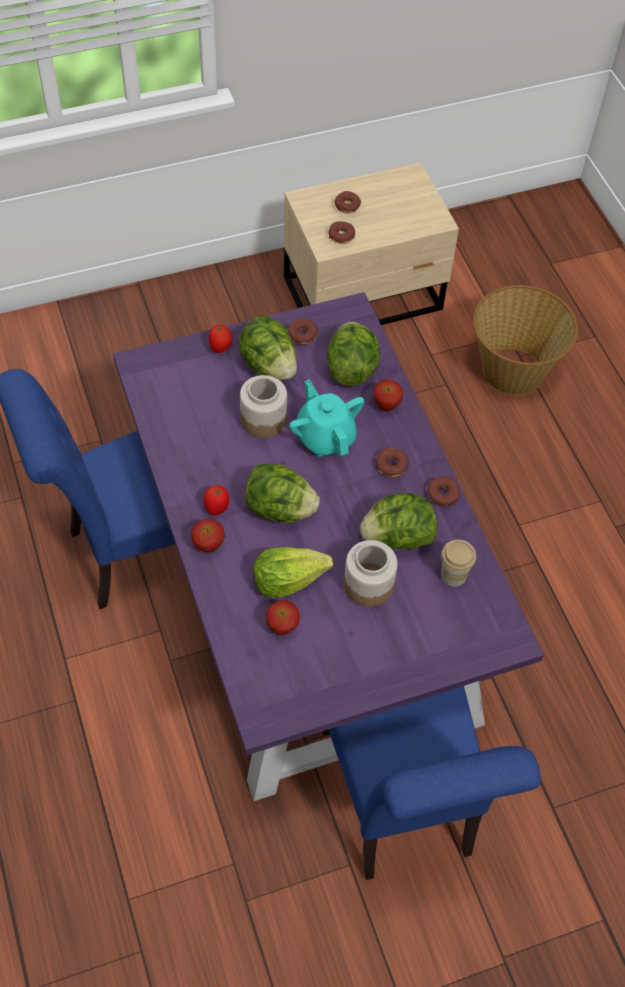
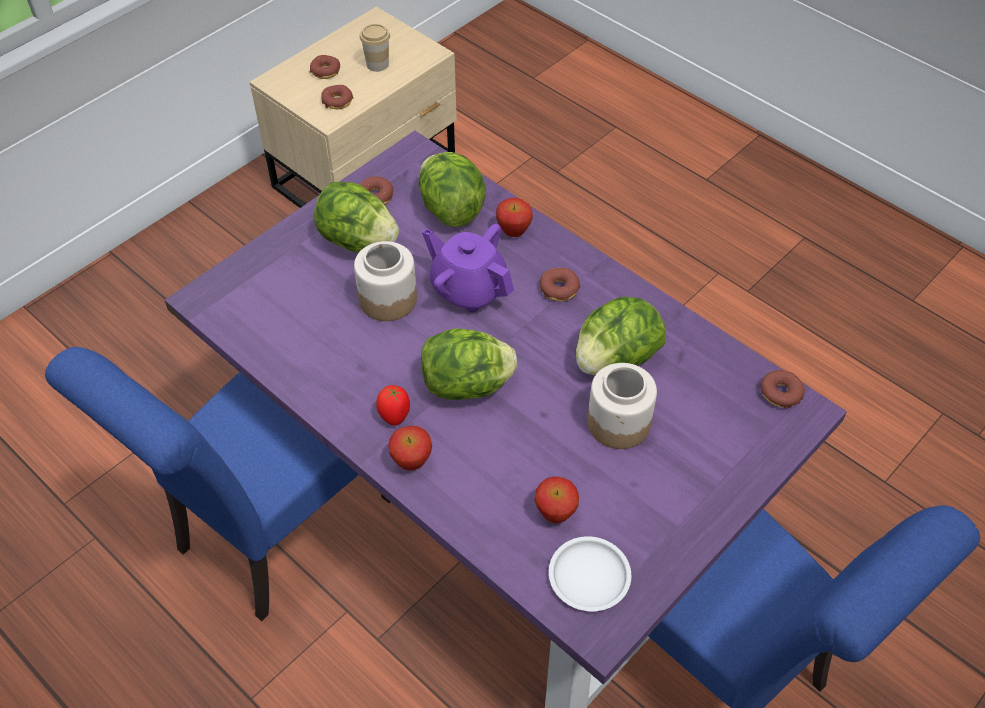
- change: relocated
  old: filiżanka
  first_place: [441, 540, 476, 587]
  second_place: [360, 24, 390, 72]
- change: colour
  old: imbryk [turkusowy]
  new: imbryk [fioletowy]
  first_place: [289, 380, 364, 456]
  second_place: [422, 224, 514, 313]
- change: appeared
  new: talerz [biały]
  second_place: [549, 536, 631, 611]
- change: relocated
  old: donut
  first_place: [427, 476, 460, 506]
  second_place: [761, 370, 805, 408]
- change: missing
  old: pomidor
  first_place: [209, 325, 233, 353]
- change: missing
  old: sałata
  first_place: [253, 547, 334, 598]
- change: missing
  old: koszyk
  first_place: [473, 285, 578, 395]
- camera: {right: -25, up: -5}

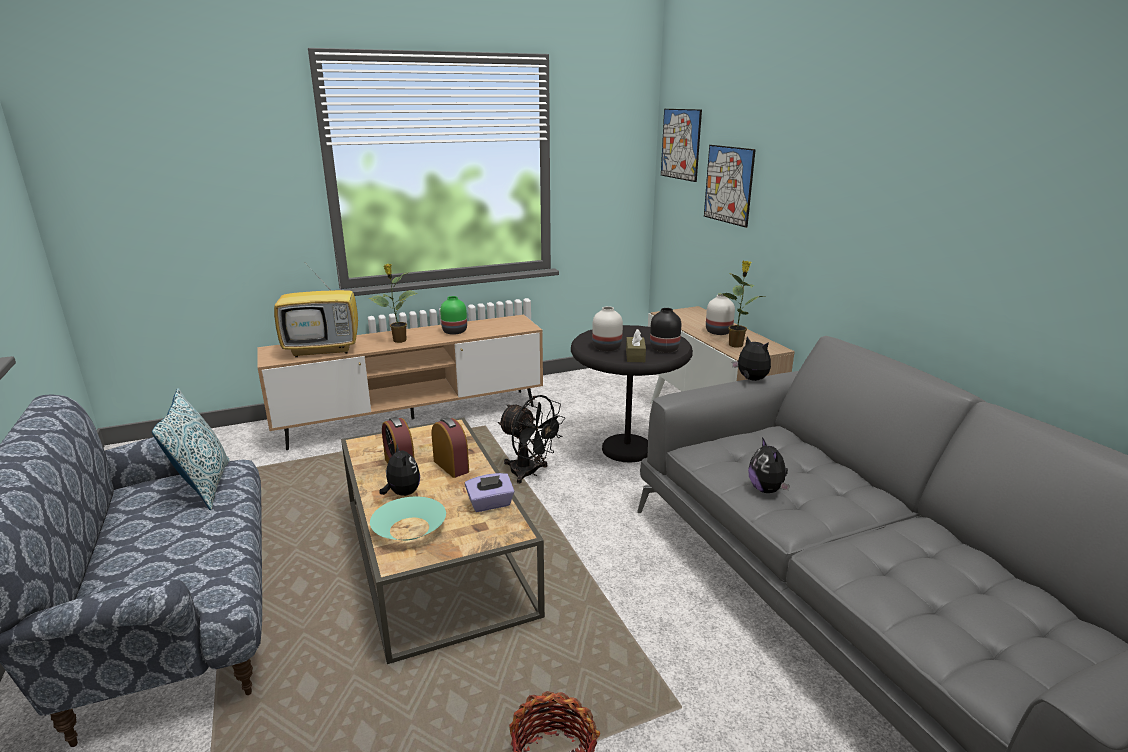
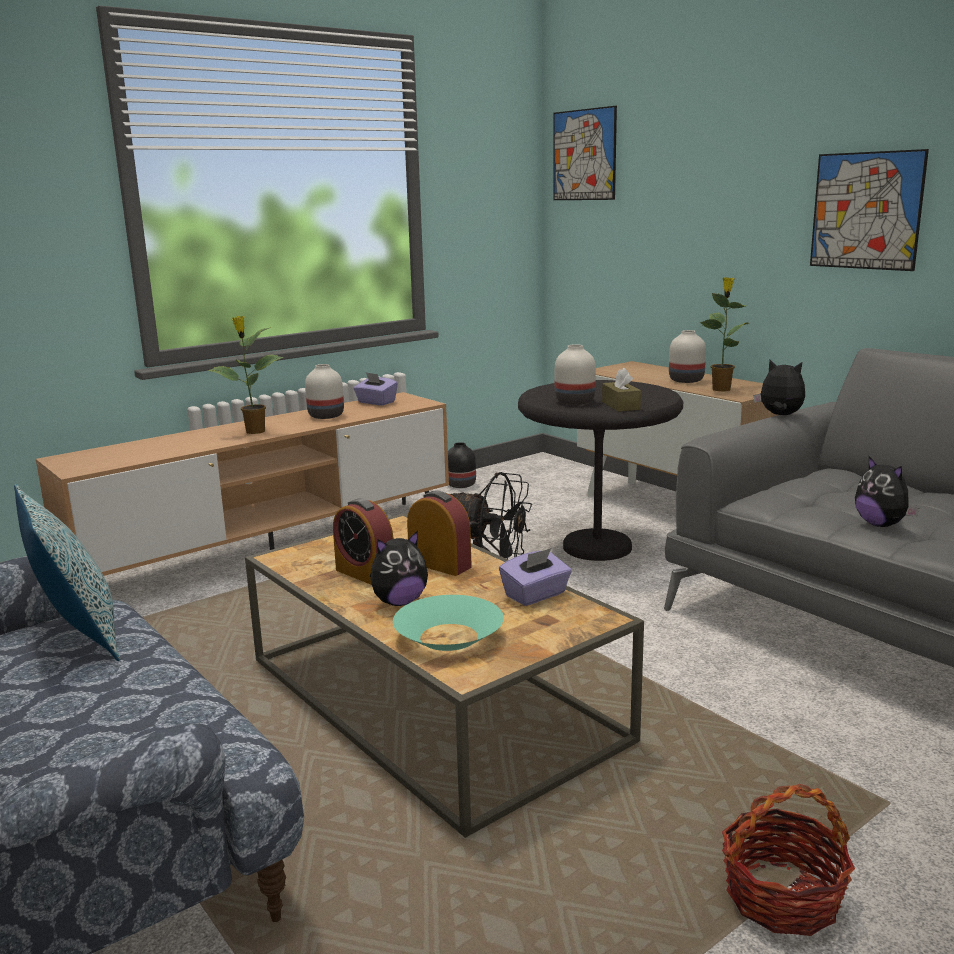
- change: colour
  old: wazon [zielony]
  new: wazon [biały]
  first_place: [440, 296, 467, 335]
  second_place: [305, 364, 344, 419]
- change: appeared
  new: pudełko chusteczek [fioletowy]
  second_place: [353, 372, 398, 406]
- change: spun
  old: pluszak
  first_place: [379, 443, 420, 496]
  second_place: [370, 531, 428, 606]
  degrees: 105
- change: relocated
  old: wazon [czarny]
  first_place: [650, 308, 681, 353]
  second_place: [448, 442, 476, 488]
- change: relocated
  old: obraz
  first_place: [704, 145, 756, 228]
  second_place: [810, 149, 929, 271]
- change: missing
  old: telewizor
  first_place: [274, 251, 358, 357]
- camera: {right: -15, up: -5}

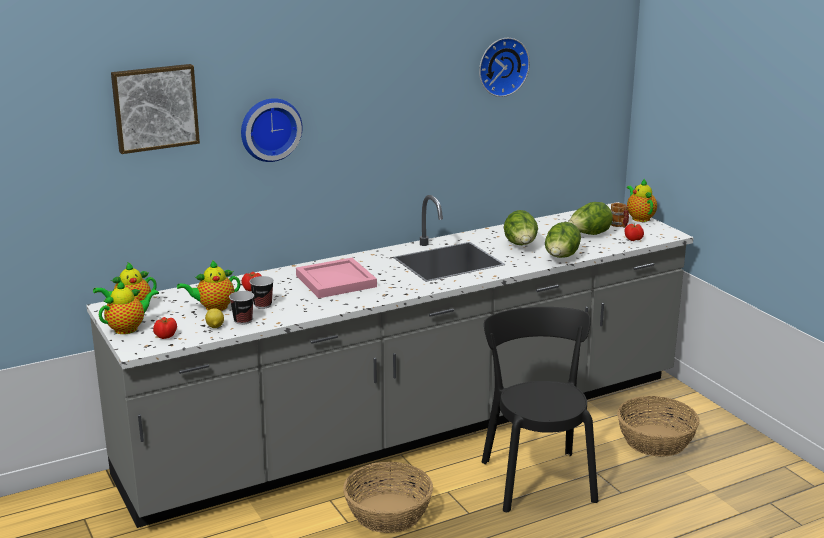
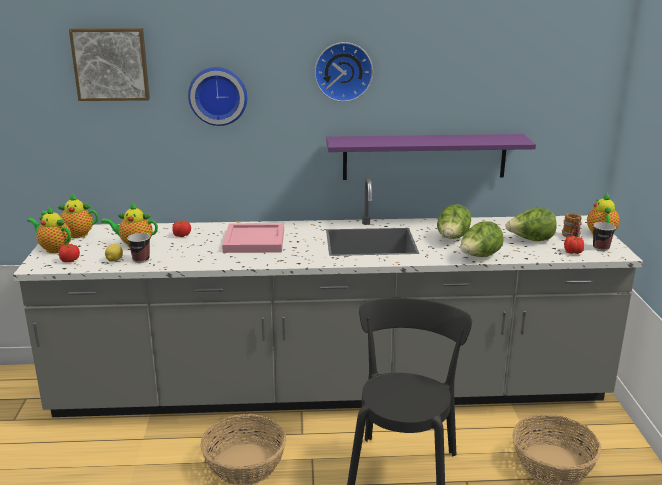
- change: spun
  old: imbryk
  first_place: [99, 280, 159, 334]
  second_place: [27, 207, 71, 253]
  degrees: -135
- change: relocated
  old: zegar ścienny
  first_place: [479, 38, 530, 97]
  second_place: [314, 42, 373, 102]
- change: appeared
  new: półka [fioletowy]
  second_place: [326, 134, 536, 180]
- change: relocated
  old: filiżanka
  first_place: [249, 276, 274, 309]
  second_place: [593, 222, 616, 251]
- camera: {right: 25, up: 0}

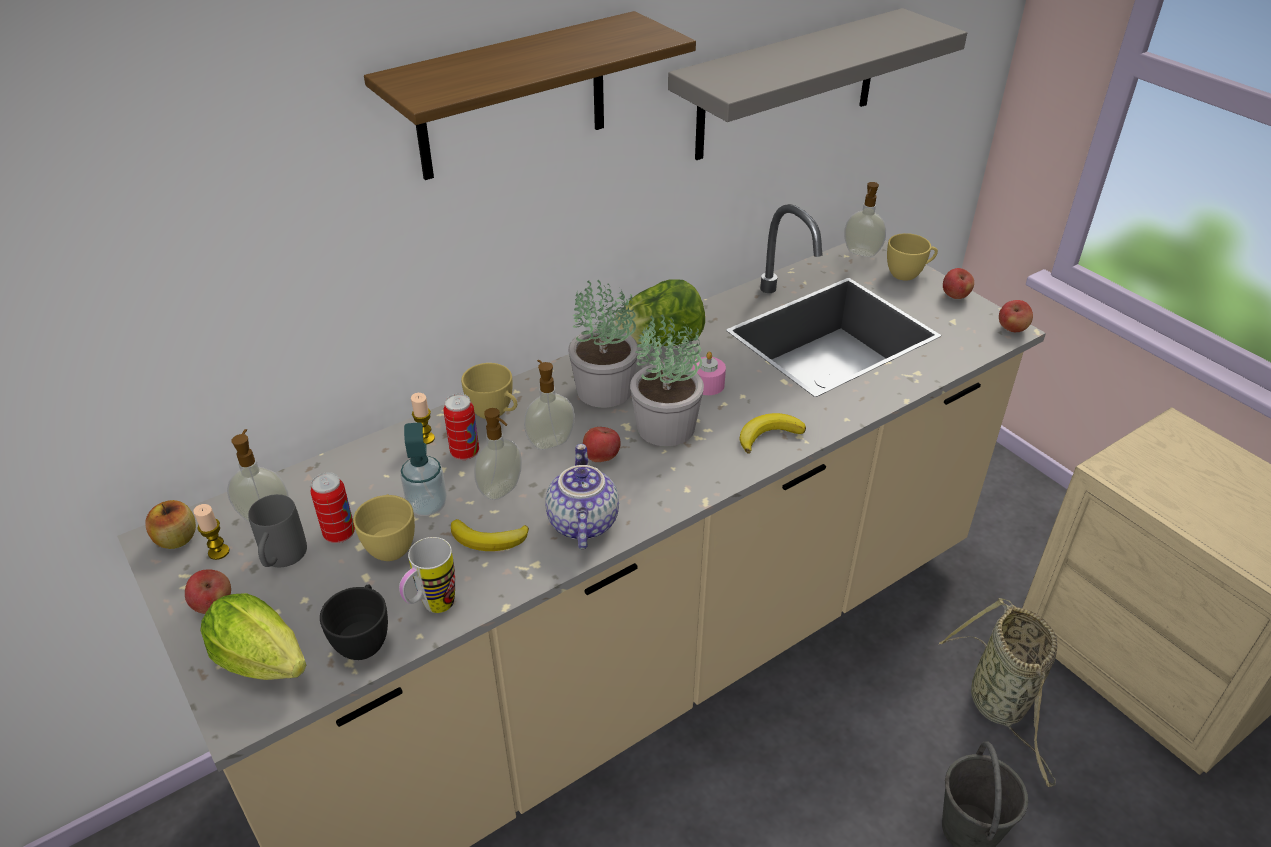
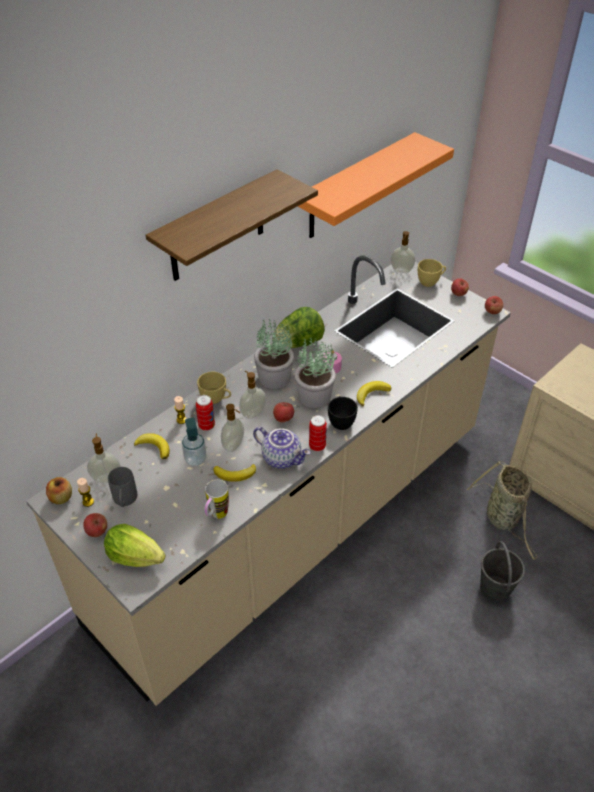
- change: appeared
  new: banan
  second_place: [134, 433, 170, 459]
- change: spun
  old: imbryk
  first_place: [545, 444, 619, 549]
  second_place: [253, 427, 310, 469]
  degrees: 135
- change: colour
  old: półka [szary]
  new: półka [pomarańczowy]
  first_place: [668, 8, 967, 160]
  second_place: [297, 132, 454, 238]
- change: relocated
  old: puszka
  first_place: [311, 472, 355, 543]
  second_place: [309, 415, 327, 451]
- change: relocated
  old: filiżanka [czarny]
  first_place: [320, 584, 388, 660]
  second_place: [328, 396, 358, 430]
- change: missing
  old: filiżanka [żółty]
  first_place: [353, 494, 415, 561]
- camera: {right: -10, up: 5}

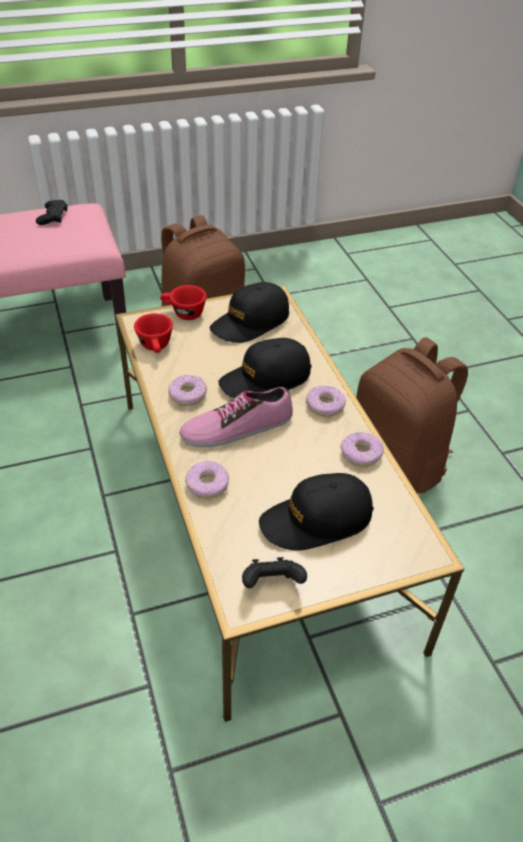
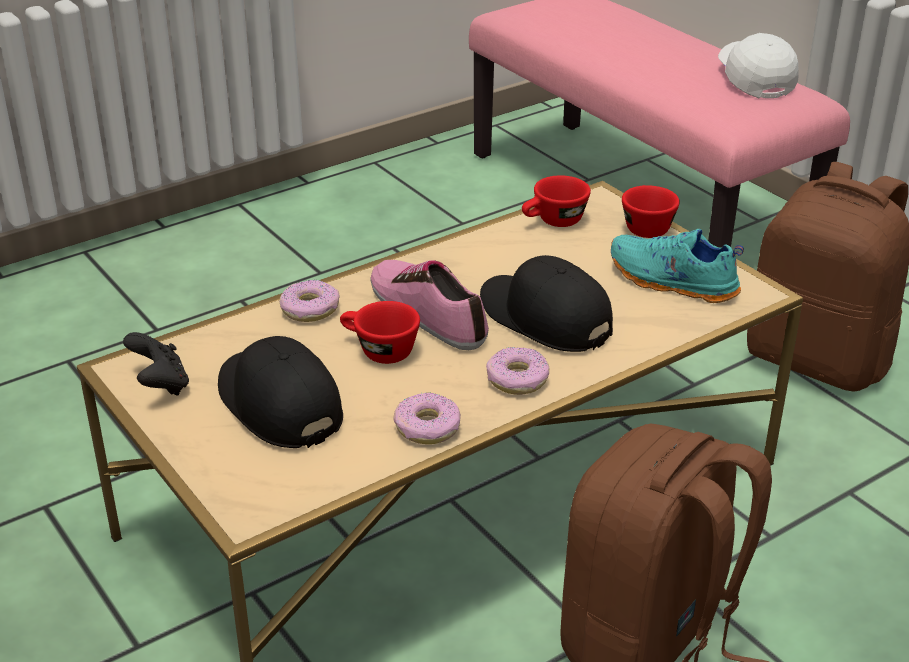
- change: appeared
  new: filiżanka [czerwony]
  second_place: [340, 301, 420, 364]
- change: exchanged
  old: czapka z daszkiem [czarny]
  new: but [turkusowy]
  first_place: [210, 282, 289, 343]
  second_place: [611, 229, 744, 303]
- change: exchanged
  old: pad do gier [czarny]
  new: czapka z daszkiem [biały]
  first_place: [36, 200, 68, 225]
  second_place: [718, 33, 799, 99]
- change: missing
  old: donut
  first_place: [168, 375, 207, 406]
- camera: {right: 75, up: -10}

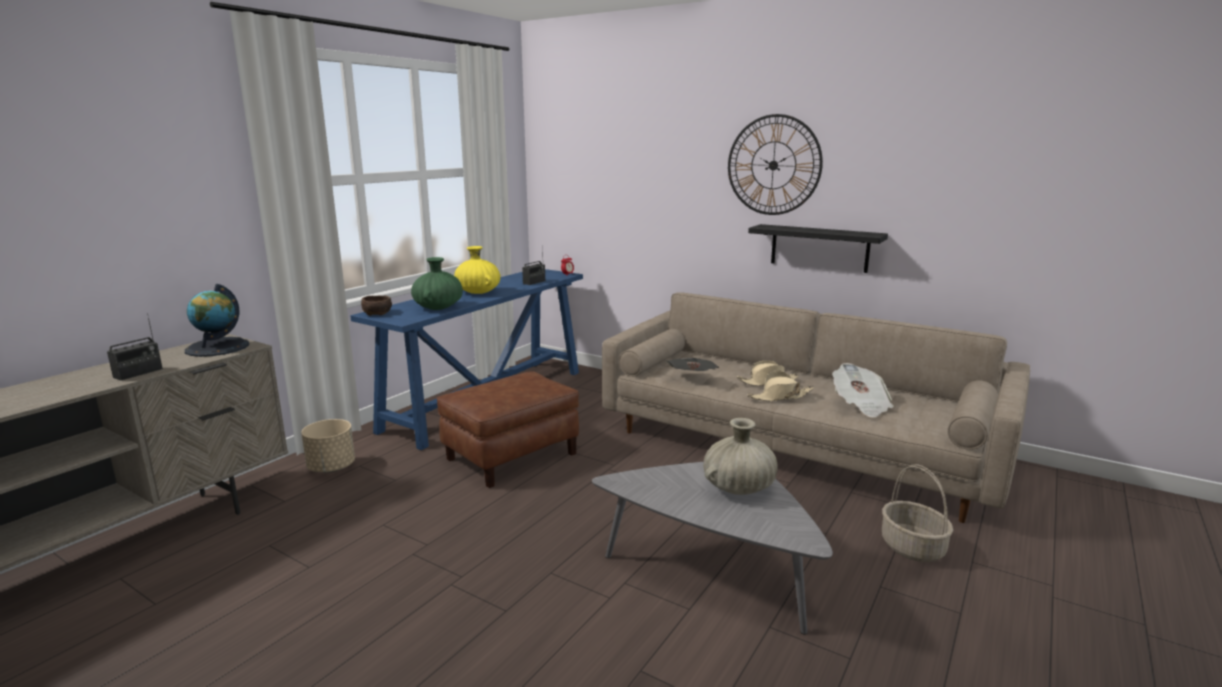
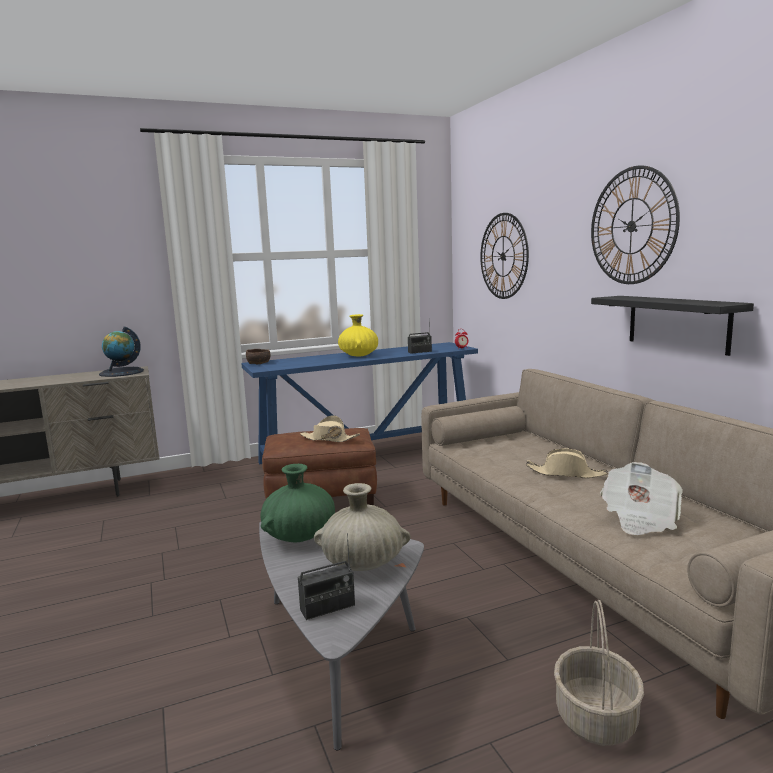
- change: relocated
  old: wazon [zielony]
  first_place: [411, 257, 463, 310]
  second_place: [260, 464, 335, 542]
- change: relocated
  old: radio
  first_place: [107, 313, 163, 380]
  second_place: [298, 533, 355, 620]
- change: relocated
  old: kapelusz [beżowy]
  first_place: [747, 370, 814, 401]
  second_place: [300, 415, 360, 442]
- change: appeared
  new: zegar ścienny
  second_place: [480, 213, 529, 299]
- change: missing
  old: donica [beżowy]
  first_place: [301, 419, 355, 473]
- change: missing
  old: gazeta
  first_place: [666, 358, 719, 371]
- camera: {right: 35, up: -5}

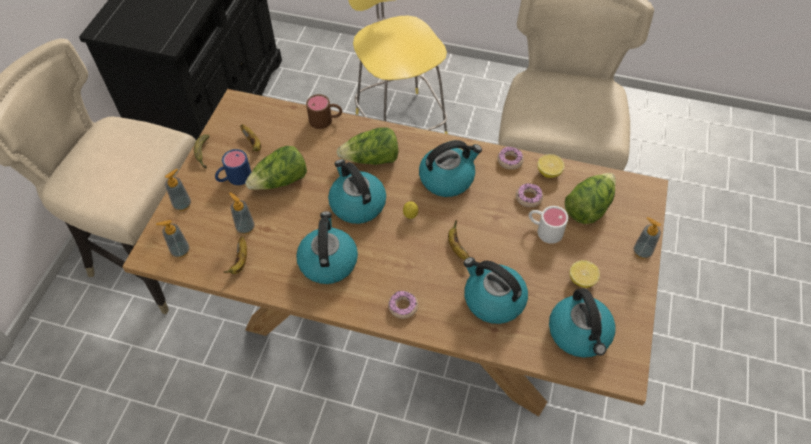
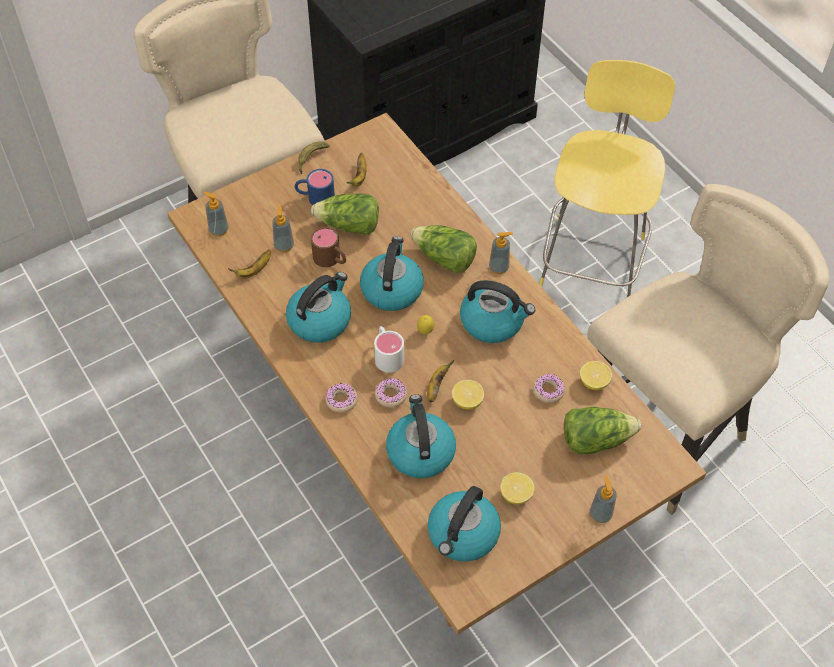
- change: relocated
  old: kubek [brązowy]
  first_place: [306, 94, 342, 129]
  second_place: [311, 227, 346, 267]
- change: relocated
  old: kubek [biały]
  first_place: [529, 206, 568, 244]
  second_place: [374, 326, 404, 373]
- change: relocated
  old: donut
  first_place: [497, 147, 524, 170]
  second_place: [375, 378, 407, 408]
- change: appeared
  new: cytryna
  second_place: [452, 380, 484, 410]
- change: relocated
  old: dozownik mydła
  first_place: [165, 169, 191, 211]
  second_place: [489, 232, 513, 274]
- camera: {right: 40, up: 0}

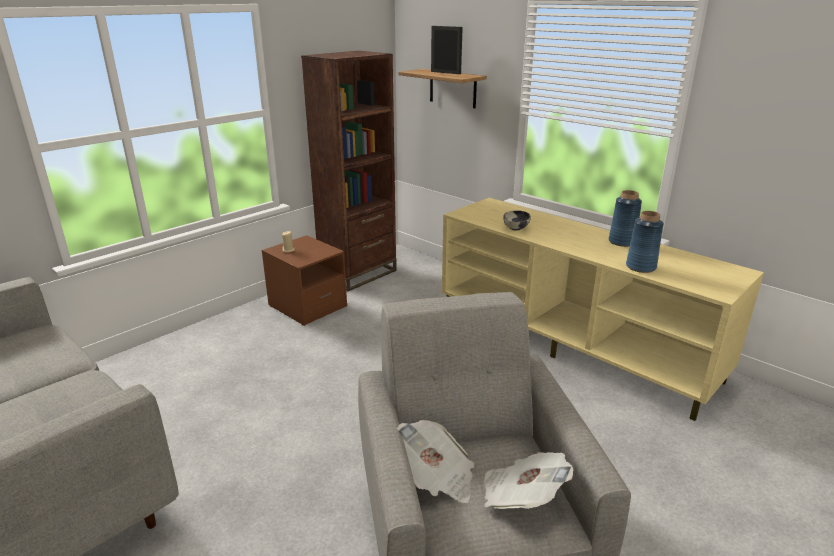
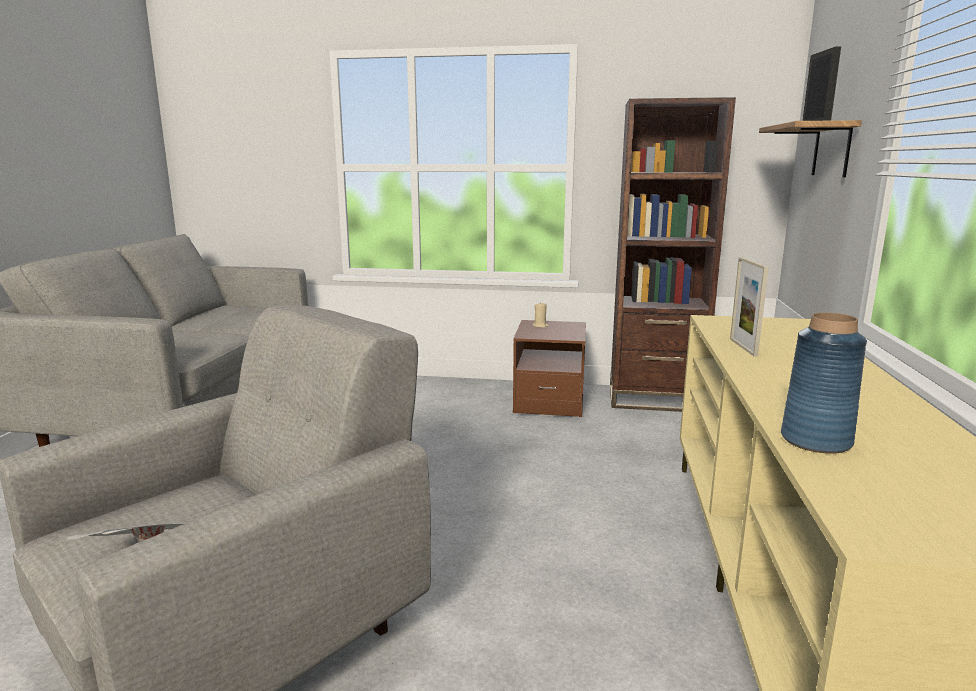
- change: exchanged
  old: miska
  new: ramka na zdjęcie
  first_place: [503, 210, 531, 231]
  second_place: [730, 257, 769, 357]
- change: missing
  old: gazeta
  first_place: [397, 420, 474, 503]
- change: missing
  old: wazon [niebieski]
  first_place: [609, 190, 642, 247]
- camera: {right: 55, up: -10}

